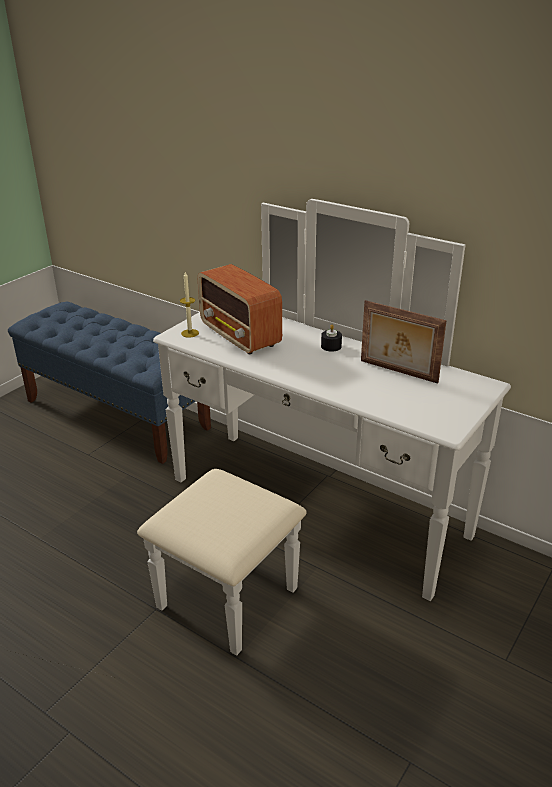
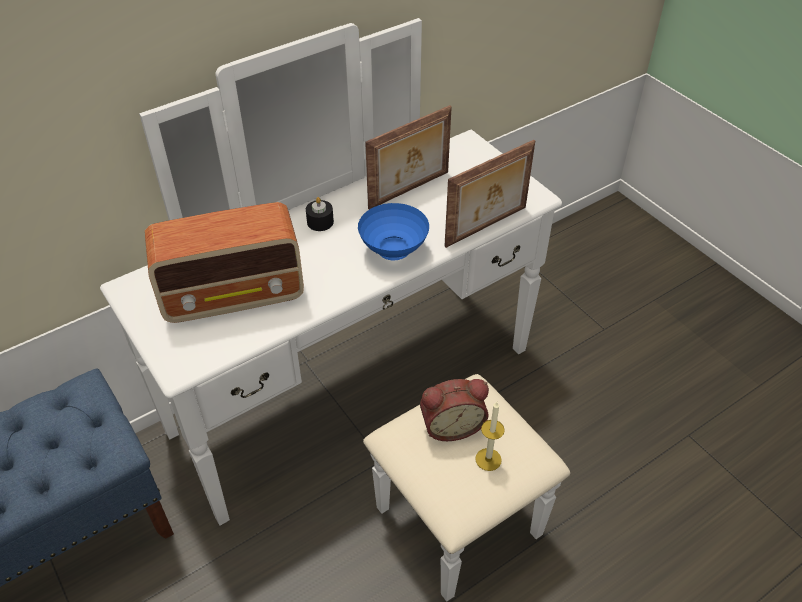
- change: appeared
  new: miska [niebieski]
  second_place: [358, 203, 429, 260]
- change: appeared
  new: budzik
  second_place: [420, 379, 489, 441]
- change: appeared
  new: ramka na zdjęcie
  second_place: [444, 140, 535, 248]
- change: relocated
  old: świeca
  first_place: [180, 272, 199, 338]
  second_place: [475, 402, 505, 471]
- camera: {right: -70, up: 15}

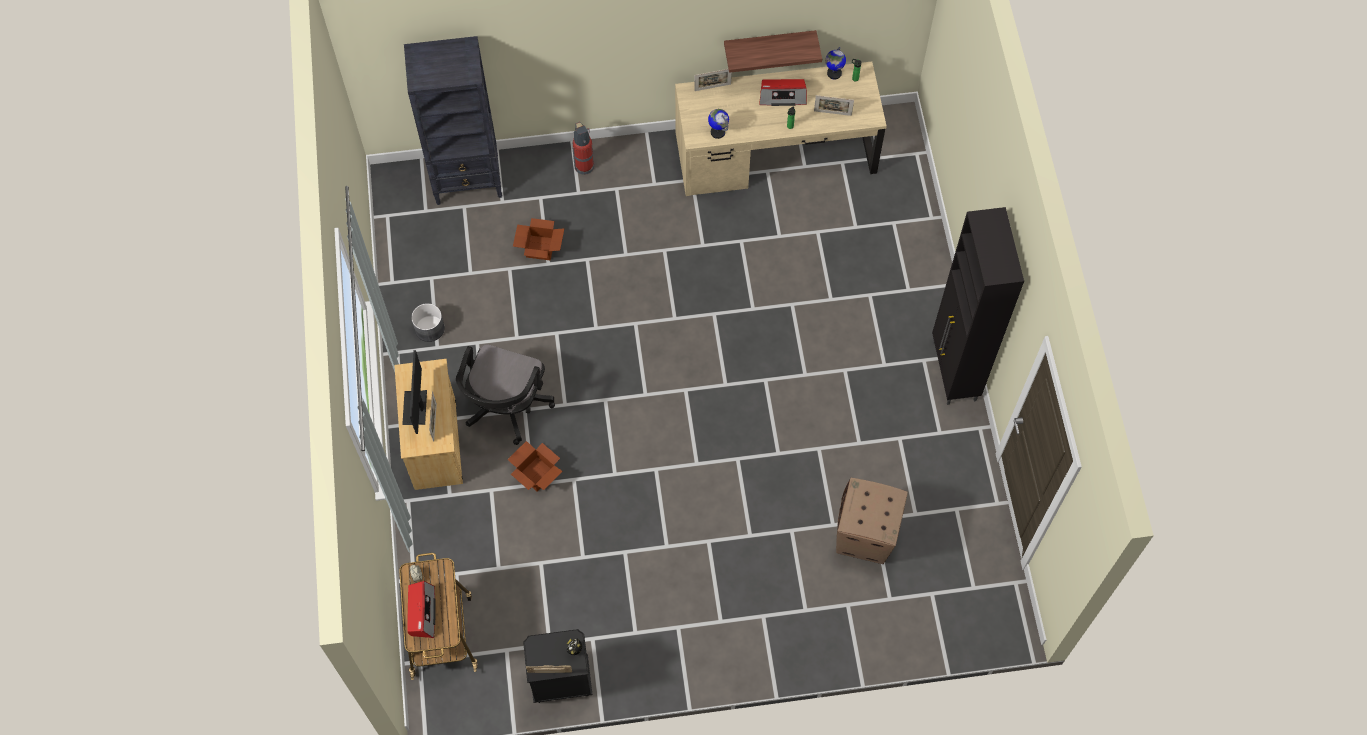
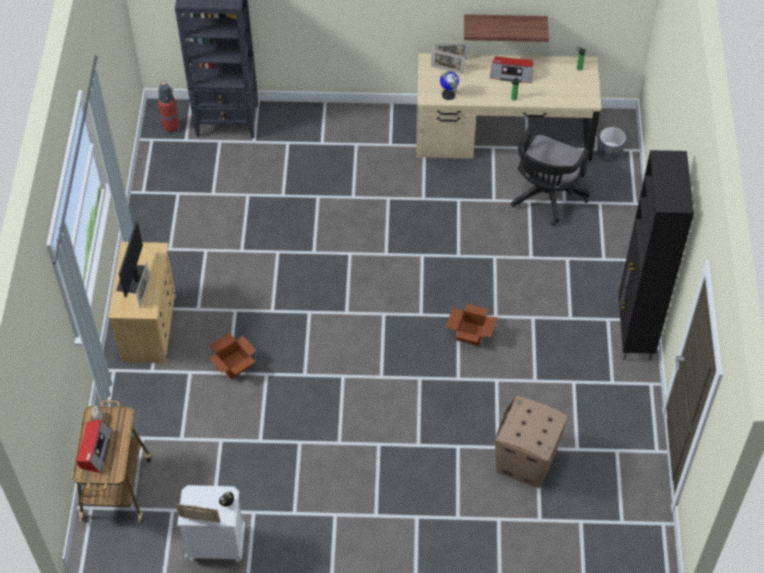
- change: relocated
  old: gaśnica
  first_place: [572, 122, 594, 175]
  second_place: [158, 81, 181, 134]
- change: colour
  old: szafka nocna [czarny]
  new: szafka nocna [biały]
  first_place: [523, 629, 592, 703]
  second_place: [177, 485, 245, 562]
- change: relocated
  old: ramka na zdjęcie
  first_place: [814, 95, 854, 116]
  second_place: [431, 49, 465, 74]
- change: relocated
  old: karton
  first_place: [513, 218, 565, 260]
  second_place: [446, 304, 497, 346]
- change: relocated
  old: krzesło biurowe [czarny]
  first_place: [456, 344, 555, 445]
  second_place: [511, 127, 590, 226]
- change: relocated
  old: donica [szary]
  first_place: [411, 303, 445, 342]
  second_place: [597, 127, 626, 161]
- change: missing
  old: globus
  first_place: [825, 47, 846, 79]
- camera: {right: 10, up: -10}

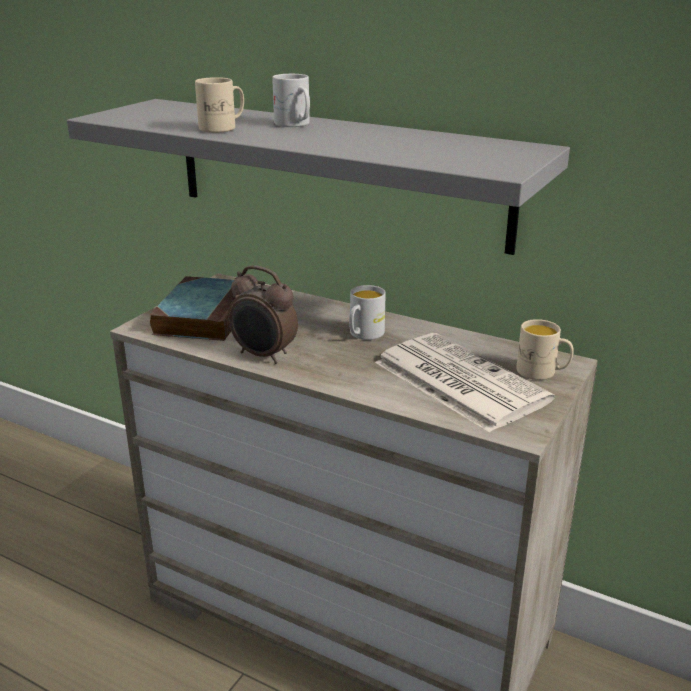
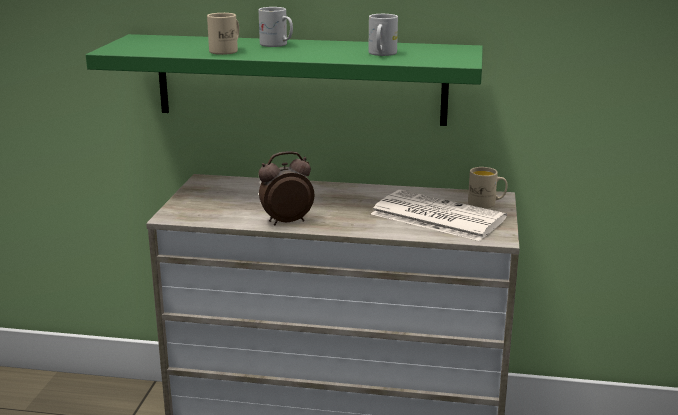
- change: colour
  old: półka [szary]
  new: półka [zielony]
  first_place: [67, 99, 570, 255]
  second_place: [86, 34, 483, 126]
- change: spun
  old: budzik
  first_place: [228, 265, 298, 364]
  second_place: [258, 151, 314, 225]
  degrees: 150
- change: relocated
  old: kubek [biały]
  first_place: [349, 285, 386, 340]
  second_place: [368, 14, 398, 56]
- change: missing
  old: książka
  first_place: [149, 276, 240, 341]
- camera: {right: -20, up: -5}

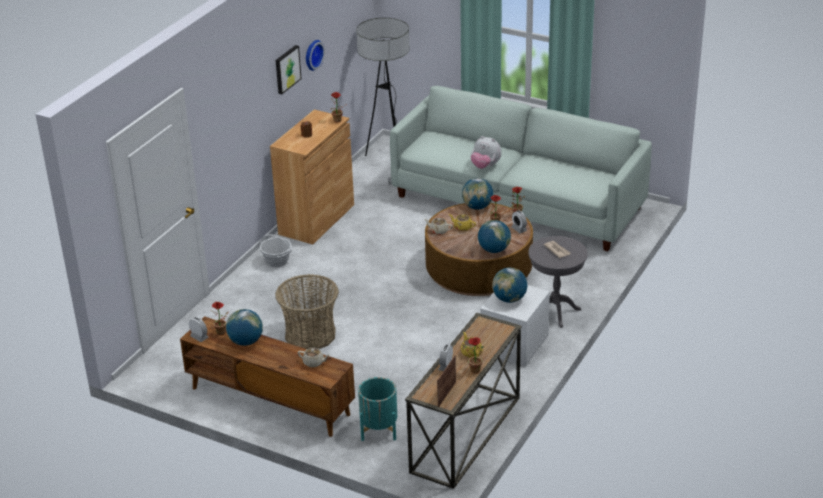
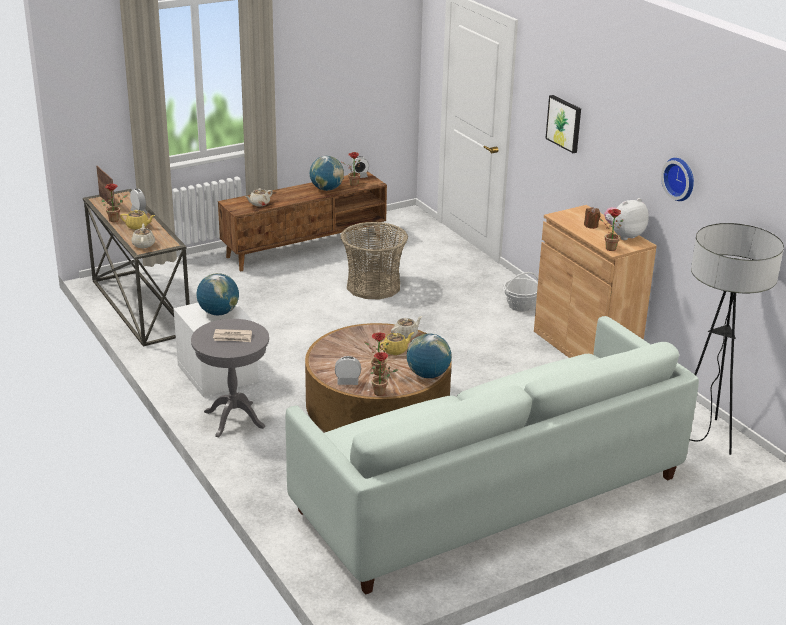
- change: appeared
  new: imbryk [beżowy]
  second_place: [131, 223, 155, 248]
- change: relocated
  old: obraz
  first_place: [276, 45, 302, 94]
  second_place: [545, 95, 581, 153]
- change: relocated
  old: pluszak
  first_place: [471, 136, 502, 169]
  second_place: [604, 198, 649, 240]
- change: missing
  old: donica [turkusowy]
  first_place: [358, 377, 397, 441]
- change: missing
  old: globus
  first_place: [478, 220, 511, 253]
- camera: {right: 120, up: -5}

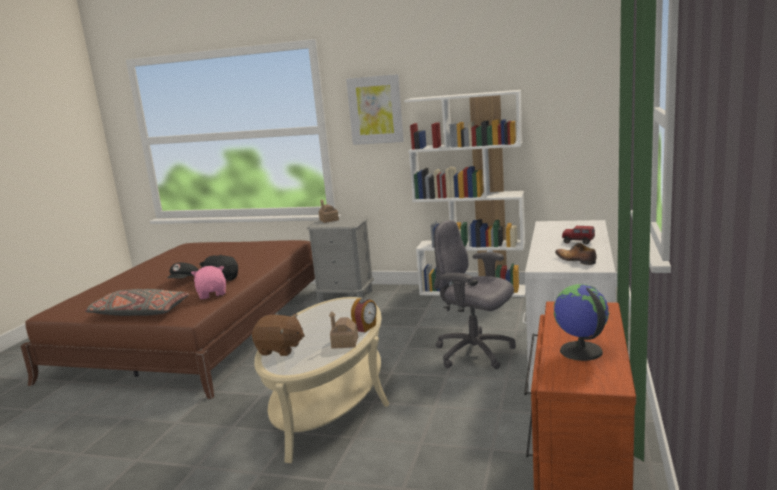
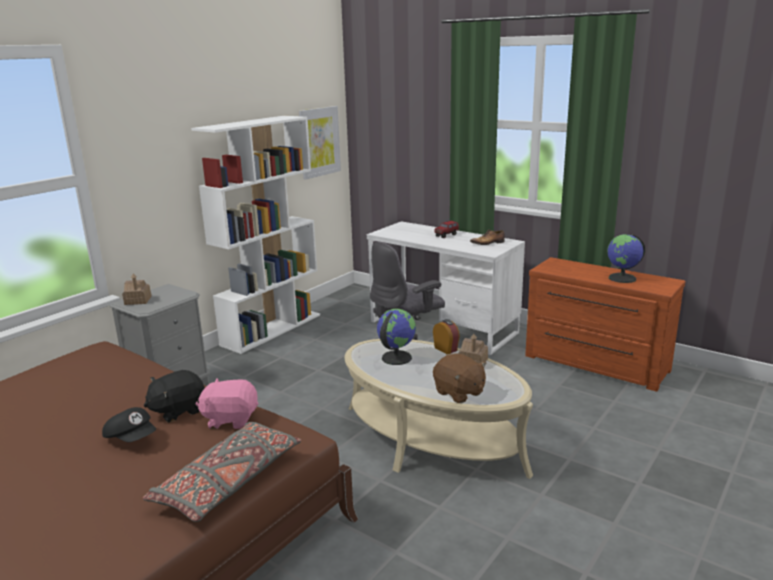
- change: relocated
  old: obraz
  first_place: [346, 74, 404, 145]
  second_place: [299, 106, 341, 180]
- change: appeared
  new: globus
  second_place: [377, 309, 416, 365]
- change: spun
  old: pluszak [brązowy]
  first_place: [252, 314, 305, 356]
  second_place: [433, 353, 486, 403]
  degrees: 105
- camera: {right: -70, up: 5}

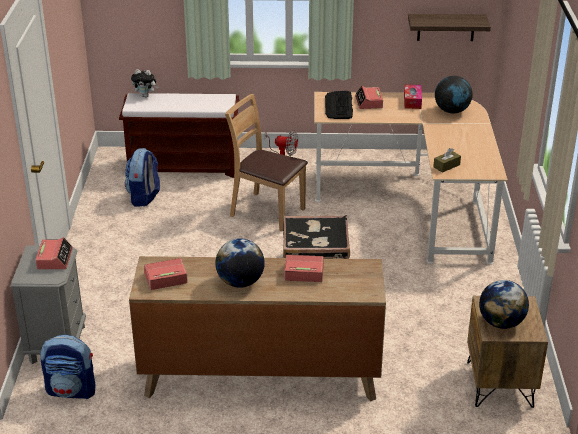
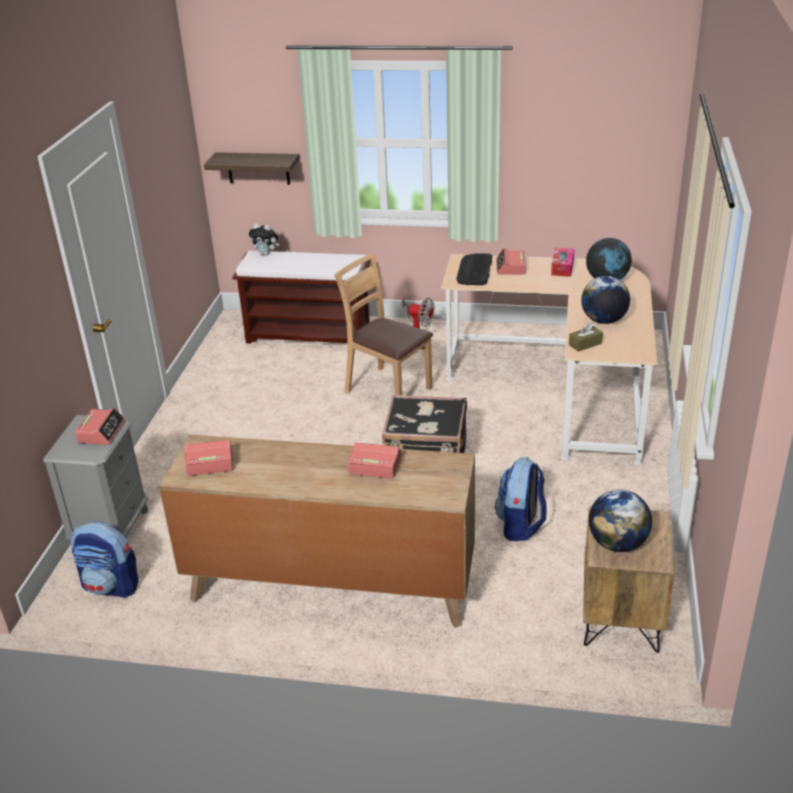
- change: relocated
  old: półka
  first_place: [408, 14, 491, 41]
  second_place: [204, 152, 299, 185]
- change: relocated
  old: plecak
  first_place: [125, 148, 160, 207]
  second_place: [495, 458, 547, 541]
- change: relocated
  old: globus
  first_place: [215, 238, 265, 288]
  second_place: [581, 276, 630, 324]
- camera: {right: 10, up: 0}

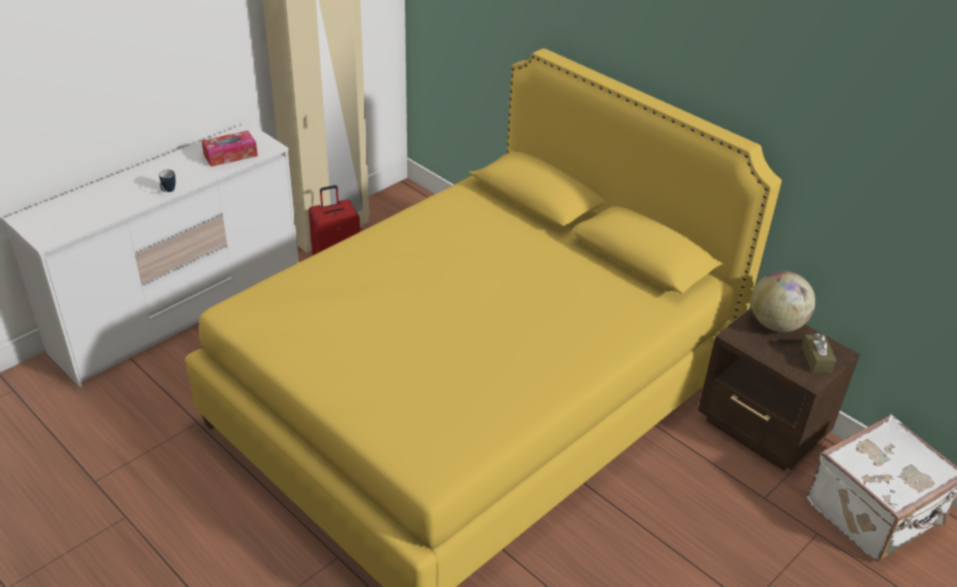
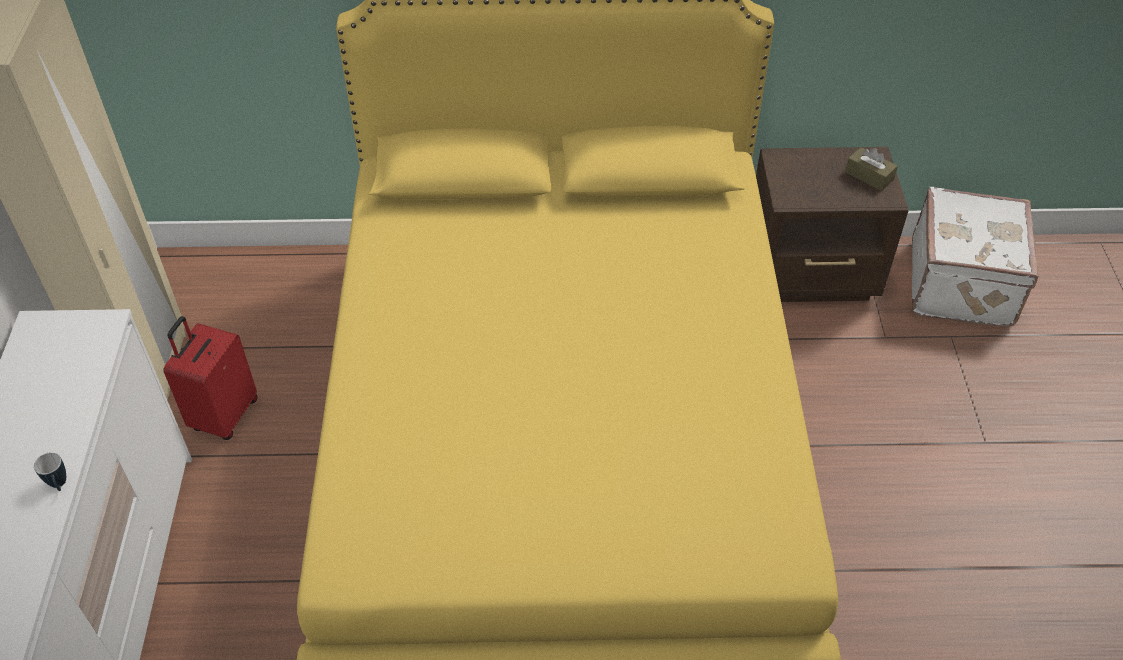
- change: missing
  old: pudełko chusteczek
  first_place: [201, 131, 258, 167]
- change: missing
  old: globus
  first_place: [751, 271, 815, 332]
- camera: {right: -45, up: 10}

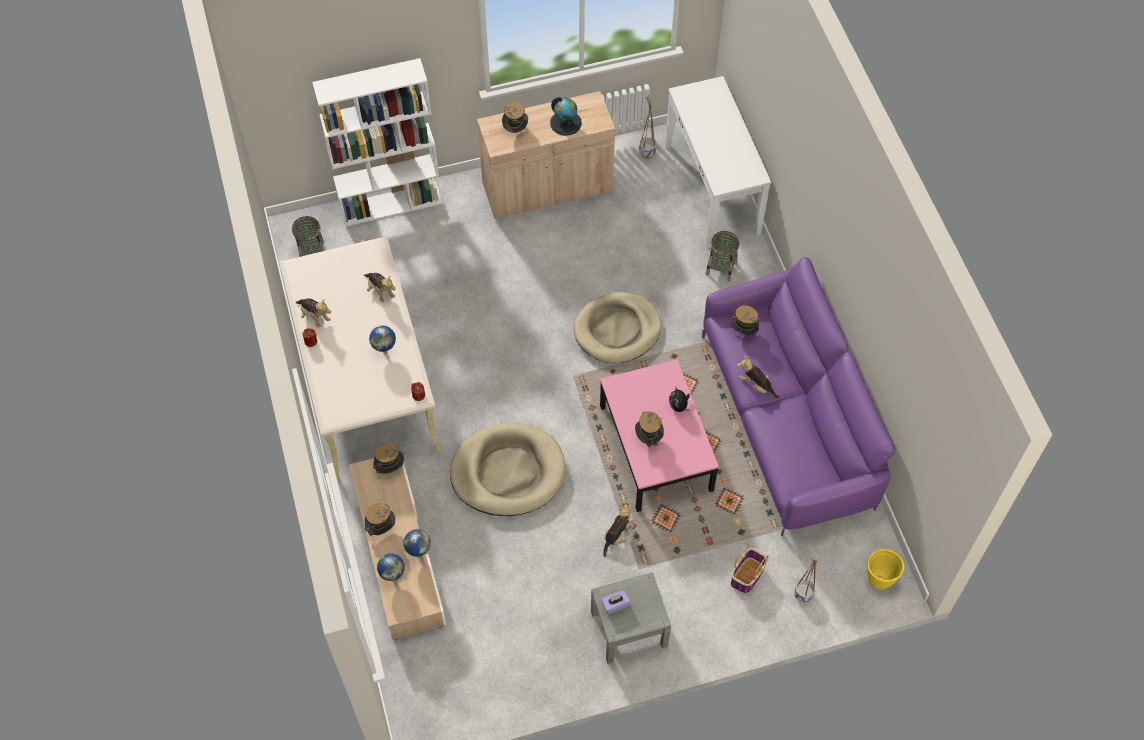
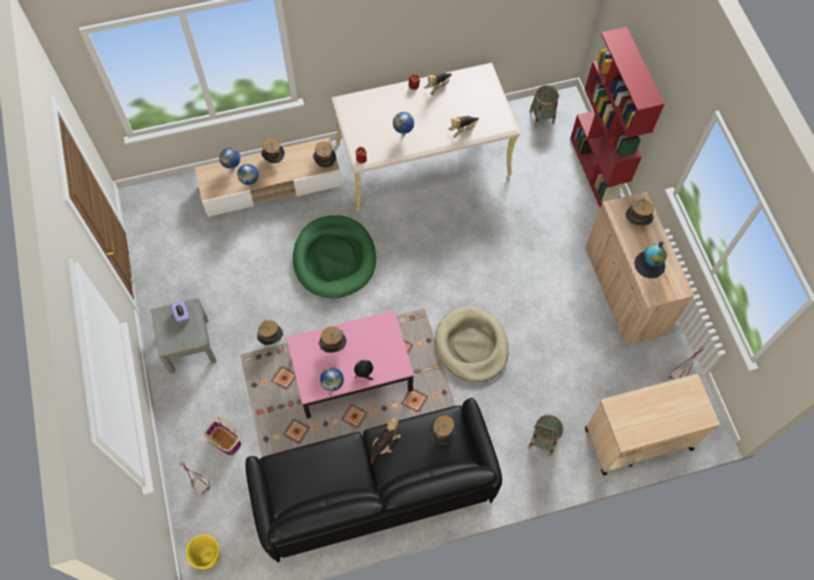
- change: colour
  old: kanapa [fioletowy]
  new: kanapa [czarny]
  first_place: [702, 257, 896, 536]
  second_place: [245, 398, 502, 563]
- change: exchanged
  old: pluszak
  new: kapelusz
  first_place: [603, 504, 634, 557]
  second_place: [257, 320, 283, 345]
- change: colour
  old: legowisko [beżowy]
  new: legowisko [zielony]
  first_place: [450, 423, 566, 516]
  second_place: [293, 215, 376, 298]
- change: appeared
  new: globus
  second_place: [320, 367, 344, 391]
- change: colour
  old: regał [biały]
  new: regał [czerwony]
  first_place: [312, 58, 442, 227]
  second_place: [570, 27, 664, 208]
- change: exchanged
  old: stolik konsolowy [biały]
  new: wózek [beżowy]
  first_place: [665, 76, 771, 248]
  second_place: [585, 374, 720, 476]
- camera: {right: 90, up: 5}

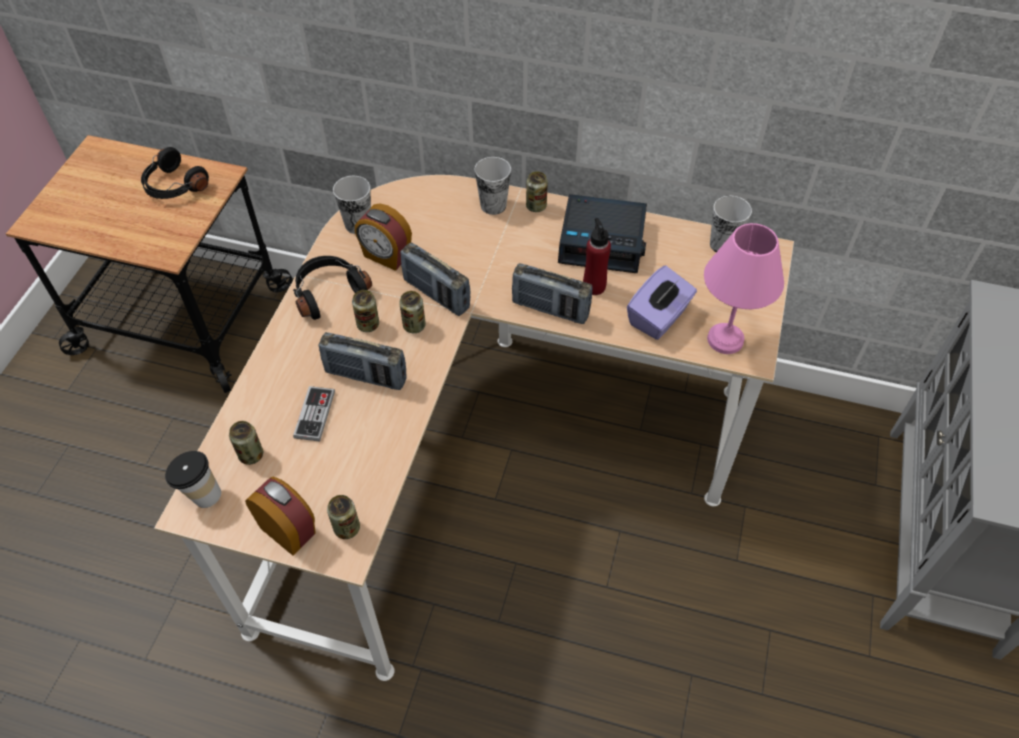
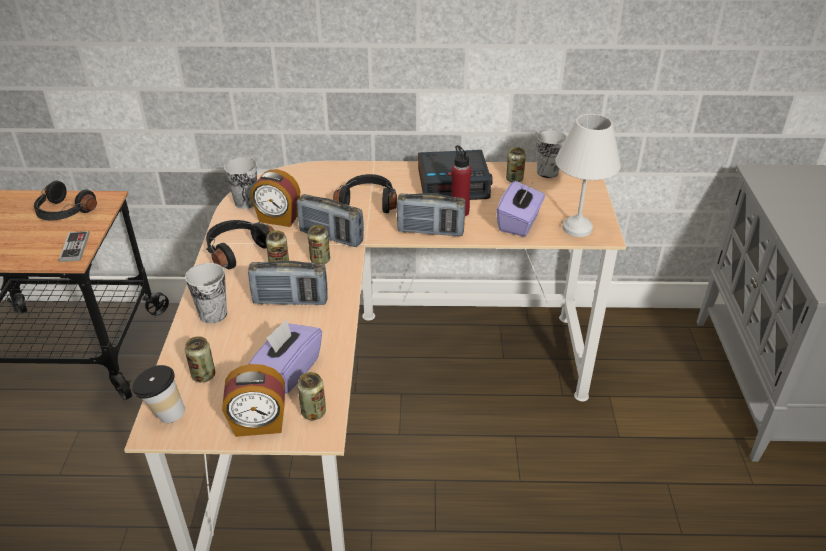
- change: relocated
  old: pad do gier
  first_place: [293, 386, 335, 442]
  second_place: [59, 231, 89, 262]
- change: relocated
  old: filiżanka
  first_place: [475, 157, 511, 215]
  second_place: [185, 263, 227, 323]
- change: spun
  old: budzik
  first_place: [245, 477, 316, 556]
  second_place: [222, 364, 285, 437]
  degrees: 150
- change: appeared
  new: pudełko chusteczek [fioletowy]
  second_place: [248, 320, 322, 394]
- change: appeared
  new: słuchawki [czarny]
  second_place: [333, 174, 397, 213]
- change: relocated
  old: puszka
  first_place: [526, 171, 548, 212]
  second_place: [506, 147, 526, 182]
- change: colour
  old: lampa stołowa [różowy]
  new: lampa stołowa [biały]
  first_place: [704, 223, 784, 354]
  second_place: [555, 114, 621, 237]
- camera: {right: -15, up: -15}

